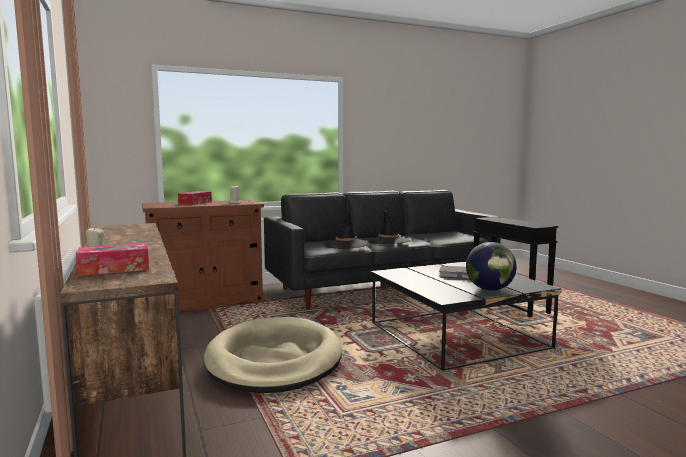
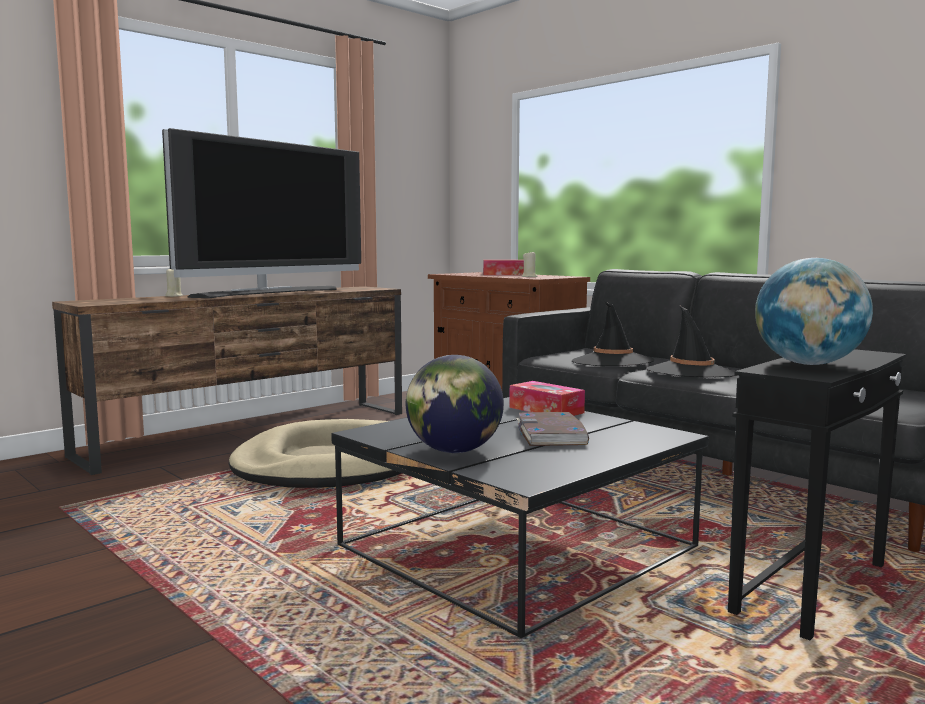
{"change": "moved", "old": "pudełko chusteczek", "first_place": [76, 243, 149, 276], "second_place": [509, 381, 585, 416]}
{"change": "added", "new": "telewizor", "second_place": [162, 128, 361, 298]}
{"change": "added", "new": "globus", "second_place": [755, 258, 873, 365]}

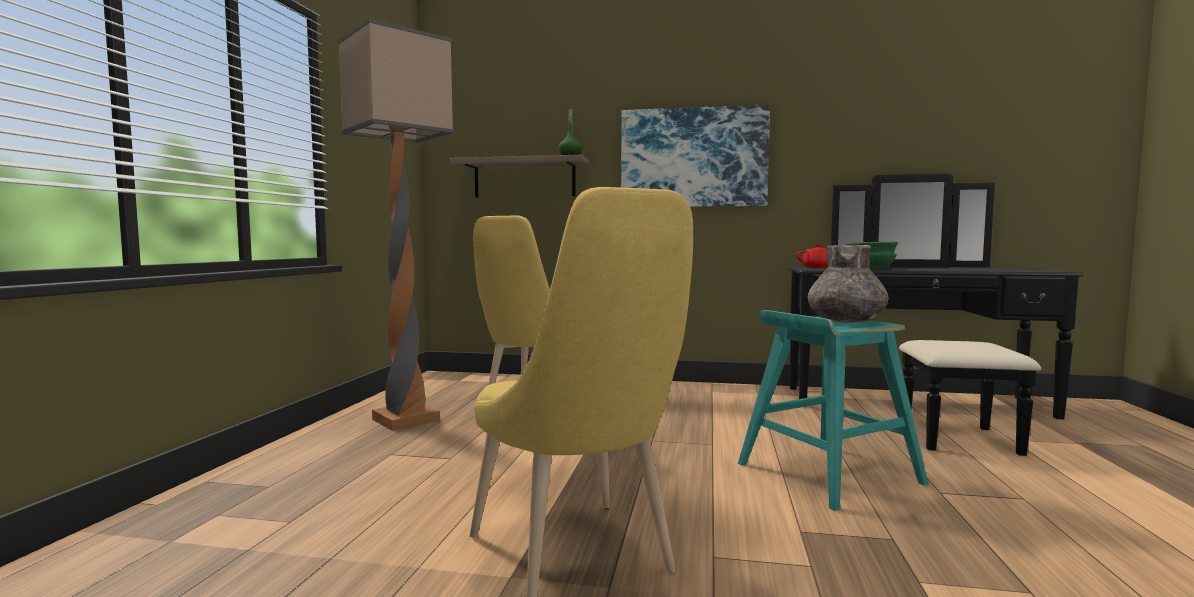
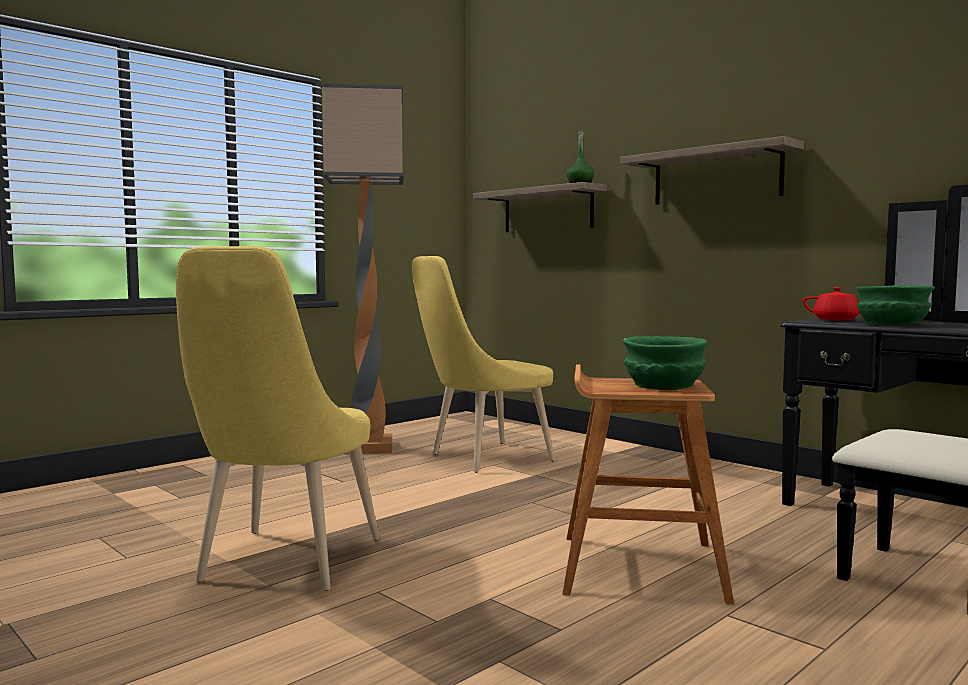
{"change": "replaced", "old": "obraz", "new": "półka", "first_place": [621, 104, 770, 207], "second_place": [620, 136, 804, 205]}
{"change": "replaced", "old": "wazon [szary]", "new": "miska [zielony]", "first_place": [808, 245, 889, 323], "second_place": [623, 336, 707, 390]}
{"change": "recoloured", "old": "stołek [turkusowy]", "new": "stołek [brązowy]", "first_place": [738, 310, 928, 511], "second_place": [562, 364, 734, 605]}

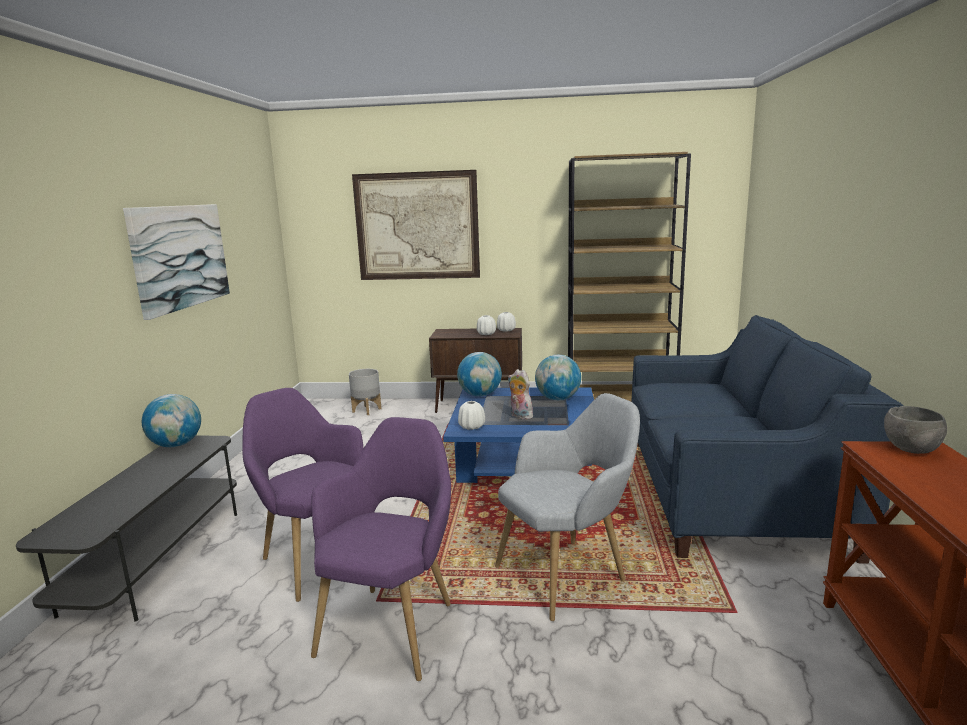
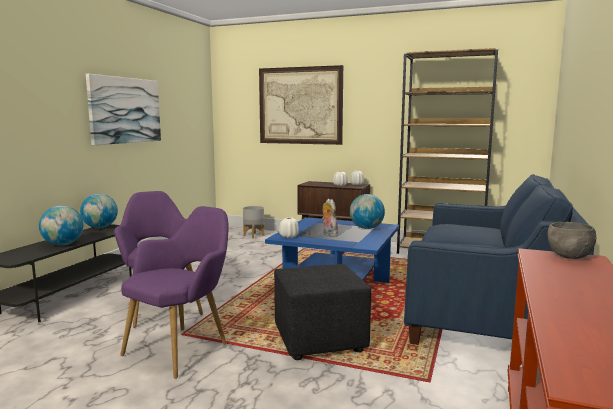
{"change": "moved", "old": "globus", "first_place": [457, 352, 502, 396], "second_place": [39, 206, 84, 246]}
{"change": "replaced", "old": "fotel [szary]", "new": "pufa [czarny]", "first_place": [495, 393, 640, 621], "second_place": [274, 264, 371, 360]}

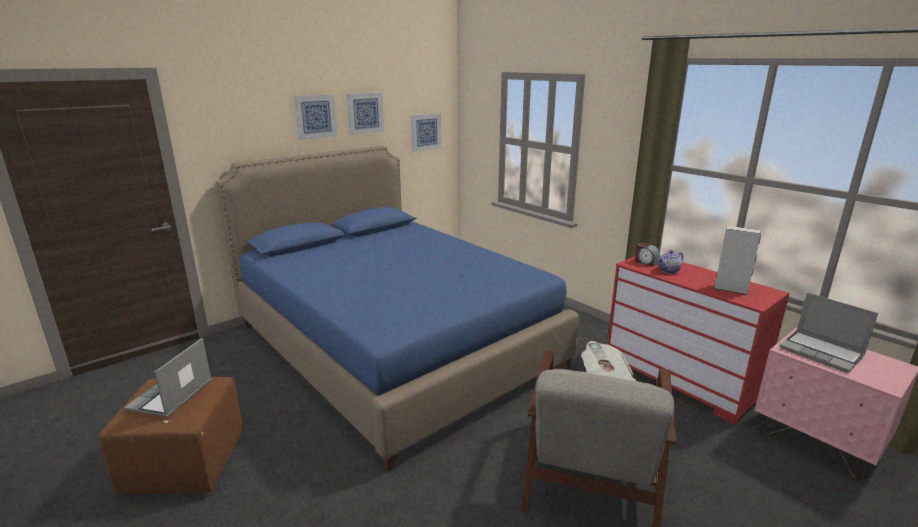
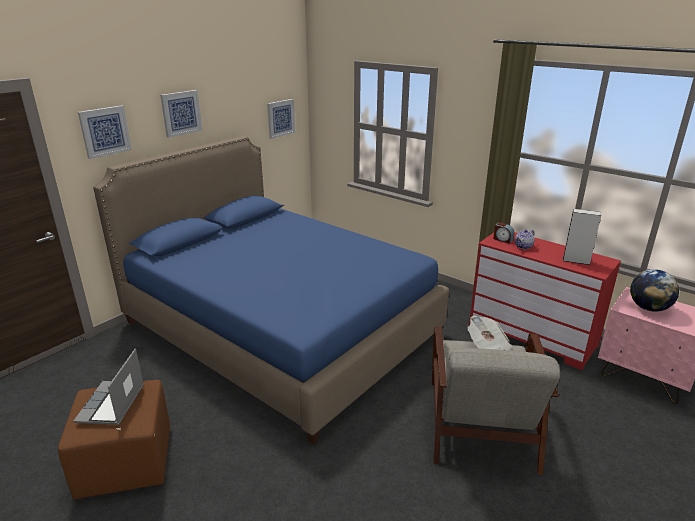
{"change": "moved", "old": "obraz", "first_place": [347, 92, 384, 135], "second_place": [78, 105, 132, 159]}
{"change": "replaced", "old": "laptop", "new": "globus", "first_place": [780, 293, 878, 373], "second_place": [630, 269, 679, 312]}

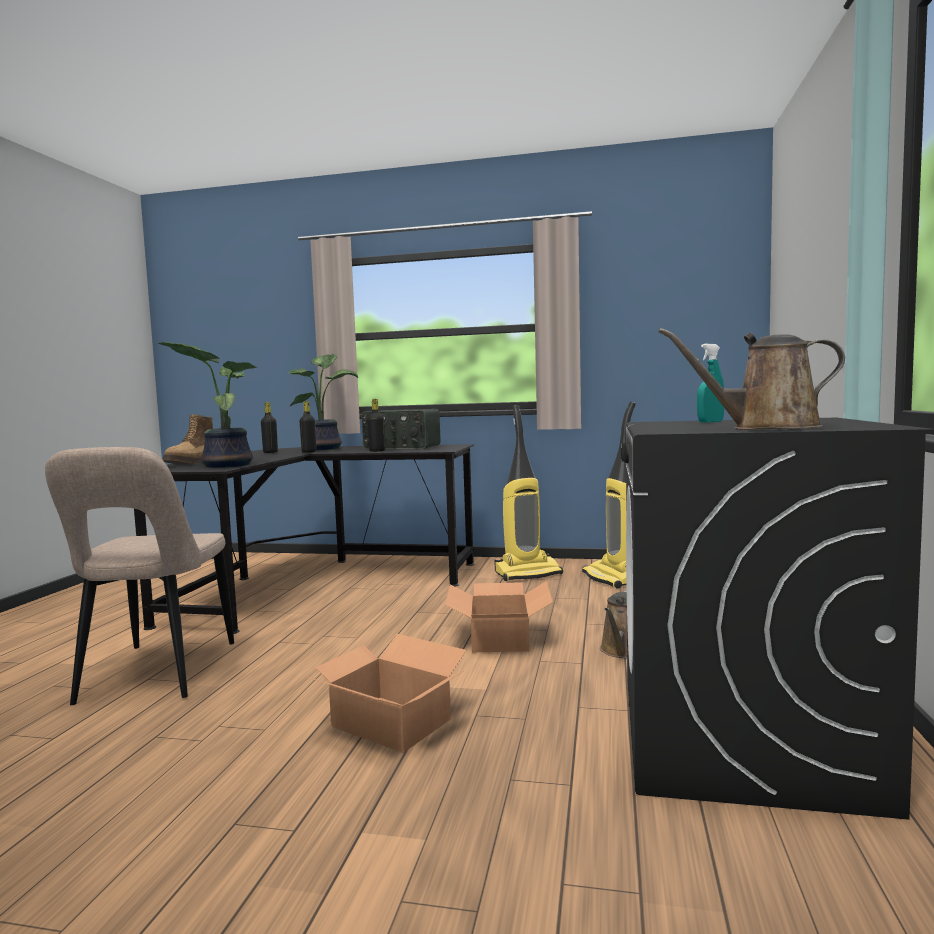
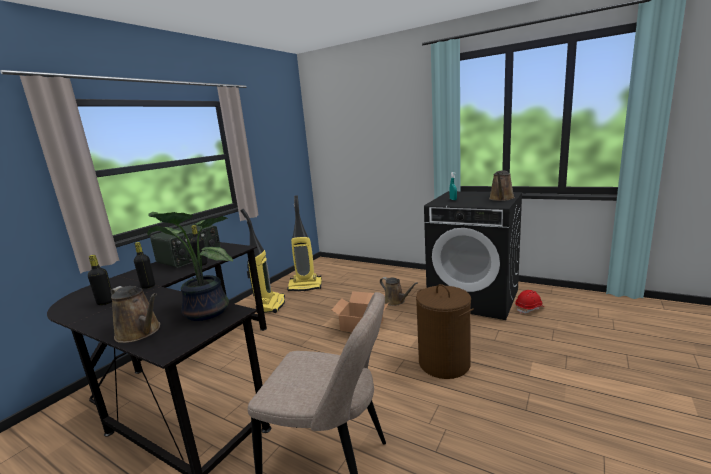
{"change": "removed", "old": "roślina doniczkowa", "first_place": [288, 354, 358, 450]}
{"change": "replaced", "old": "but z cholewką", "new": "konewka [brązowy]", "first_place": [163, 414, 213, 464], "second_place": [111, 286, 160, 343]}
{"change": "replaced", "old": "karton", "new": "kosz na pranie [brązowy]", "first_place": [304, 634, 466, 753], "second_place": [416, 284, 474, 379]}
{"change": "added", "new": "kask [czerwony]", "second_place": [515, 290, 544, 314]}

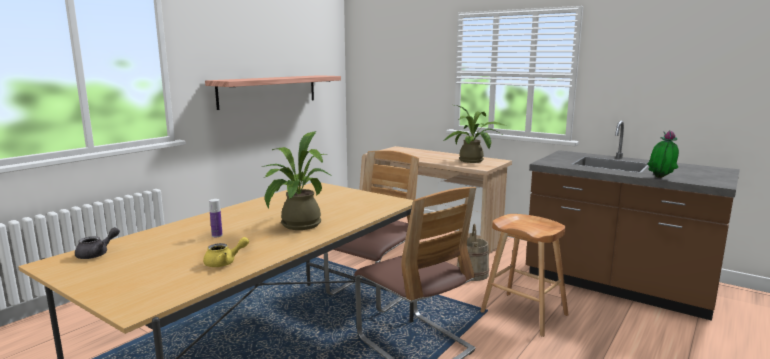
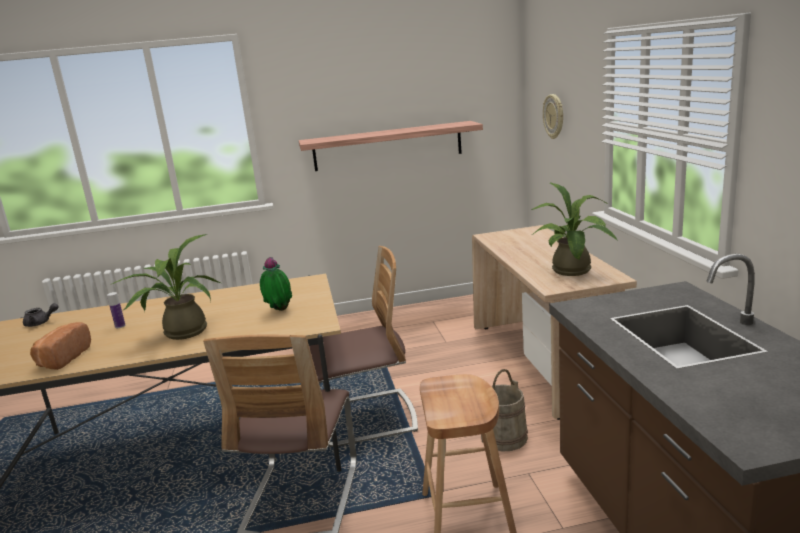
{"change": "moved", "old": "roślina doniczkowa", "first_place": [647, 130, 679, 178], "second_place": [260, 257, 292, 311]}
{"change": "replaced", "old": "imbryk [żółty]", "new": "chleb", "first_place": [203, 237, 249, 267], "second_place": [30, 322, 91, 370]}
{"change": "added", "new": "zegar ścienny", "second_place": [543, 94, 563, 139]}

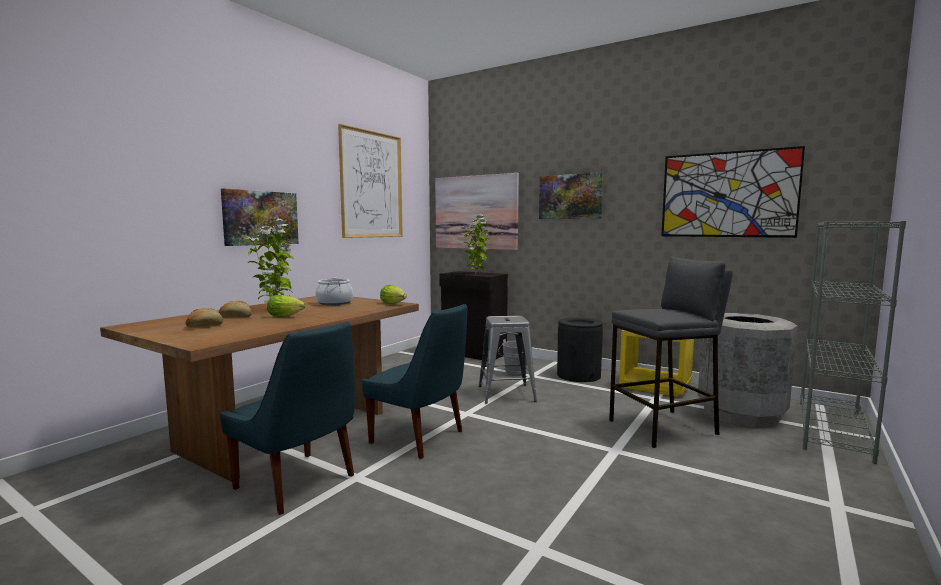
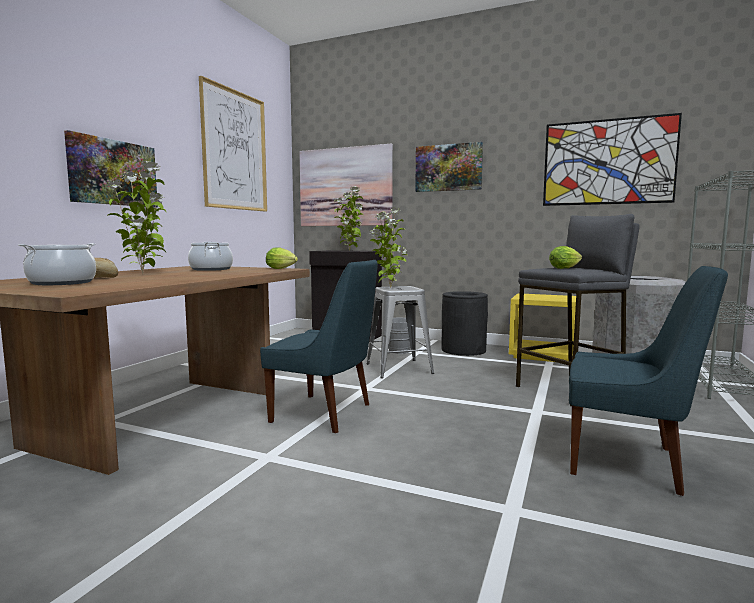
{"change": "moved", "old": "sałata", "first_place": [267, 295, 305, 317], "second_place": [549, 246, 582, 269]}
{"change": "replaced", "old": "chleb", "new": "garnek", "first_place": [186, 308, 223, 327], "second_place": [19, 243, 96, 285]}
{"change": "moved", "old": "krzesło [niebieski]", "first_place": [220, 322, 355, 515], "second_place": [569, 266, 728, 496]}
{"change": "added", "new": "roślina doniczkowa", "second_place": [370, 207, 408, 288]}

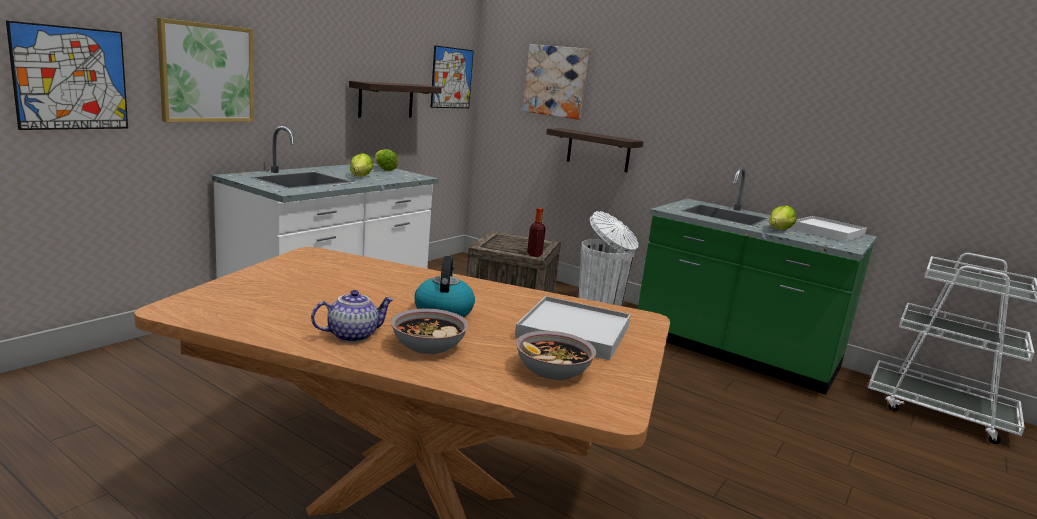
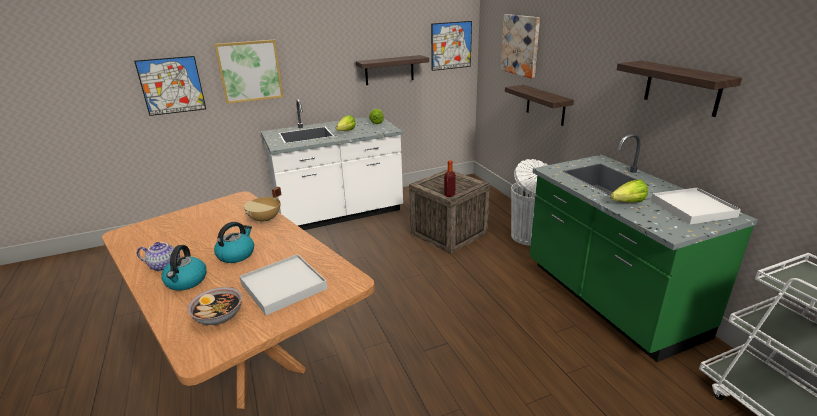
{"change": "replaced", "old": "miska", "new": "czajnik", "first_place": [391, 308, 469, 354], "second_place": [161, 245, 207, 291]}
{"change": "added", "new": "półka", "second_place": [617, 61, 742, 117]}
{"change": "added", "new": "garnek [beżowy]", "second_place": [244, 187, 281, 223]}

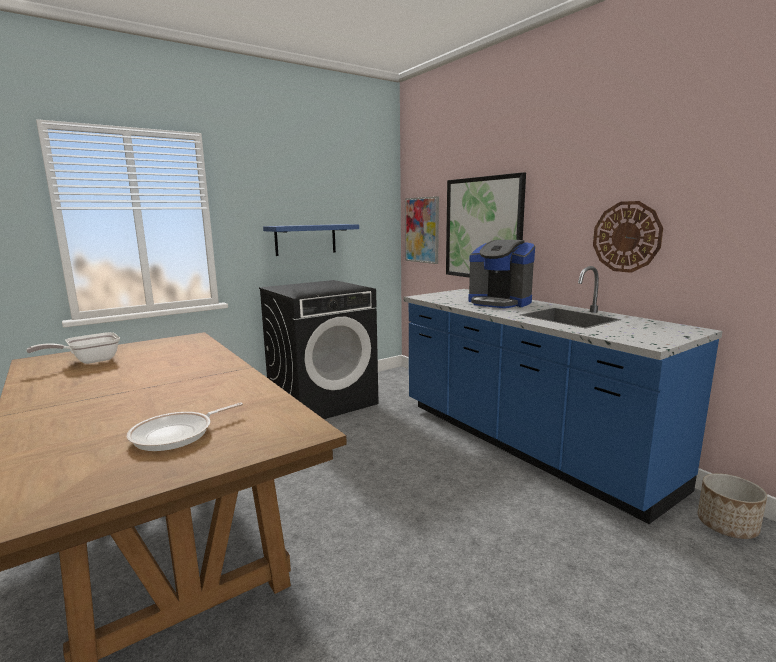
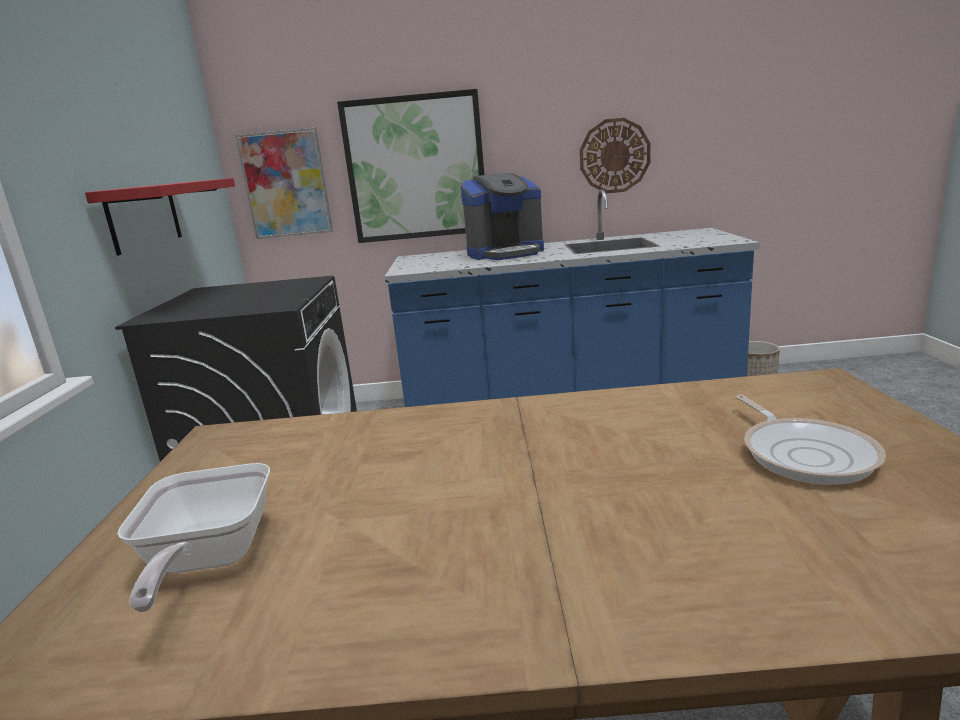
{"change": "recoloured", "old": "półka [niebieski]", "new": "półka [czerwony]", "first_place": [263, 224, 359, 256], "second_place": [85, 178, 235, 256]}

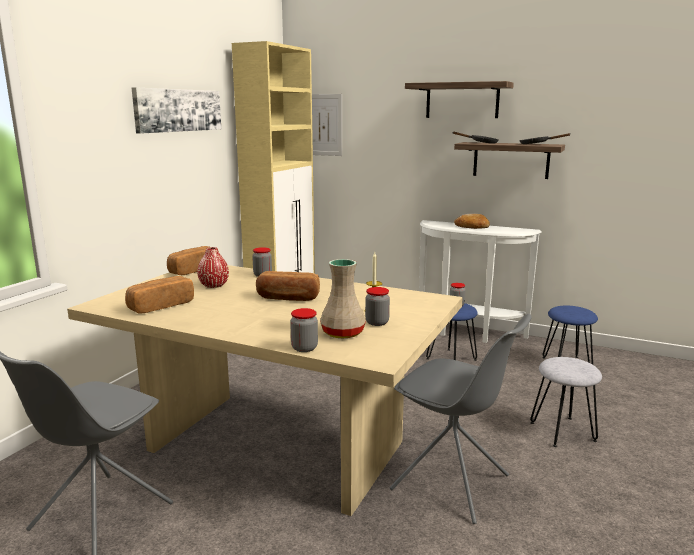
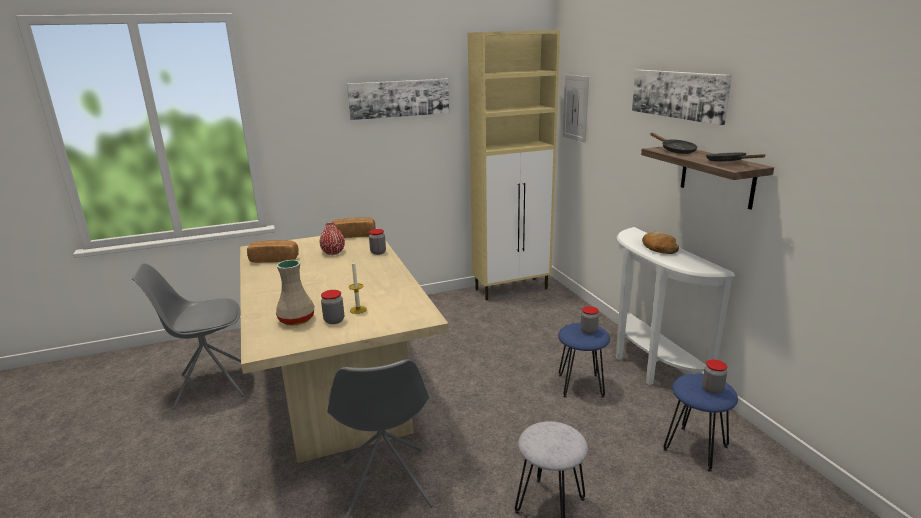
{"change": "replaced", "old": "półka", "new": "obraz", "first_place": [405, 81, 514, 118], "second_place": [632, 70, 732, 125]}
{"change": "removed", "old": "chleb", "first_place": [256, 271, 320, 301]}
{"change": "moved", "old": "słoik", "first_place": [290, 308, 318, 352], "second_place": [702, 360, 727, 394]}

